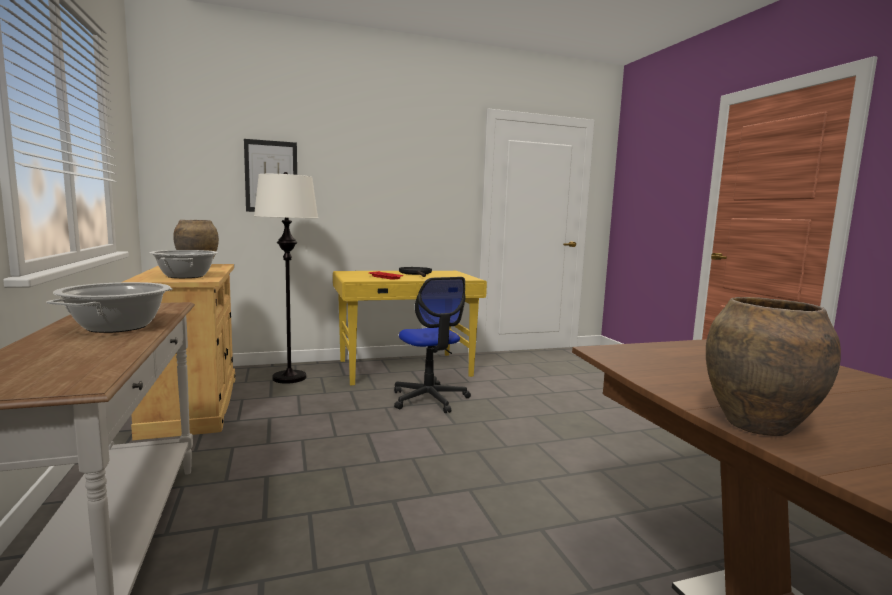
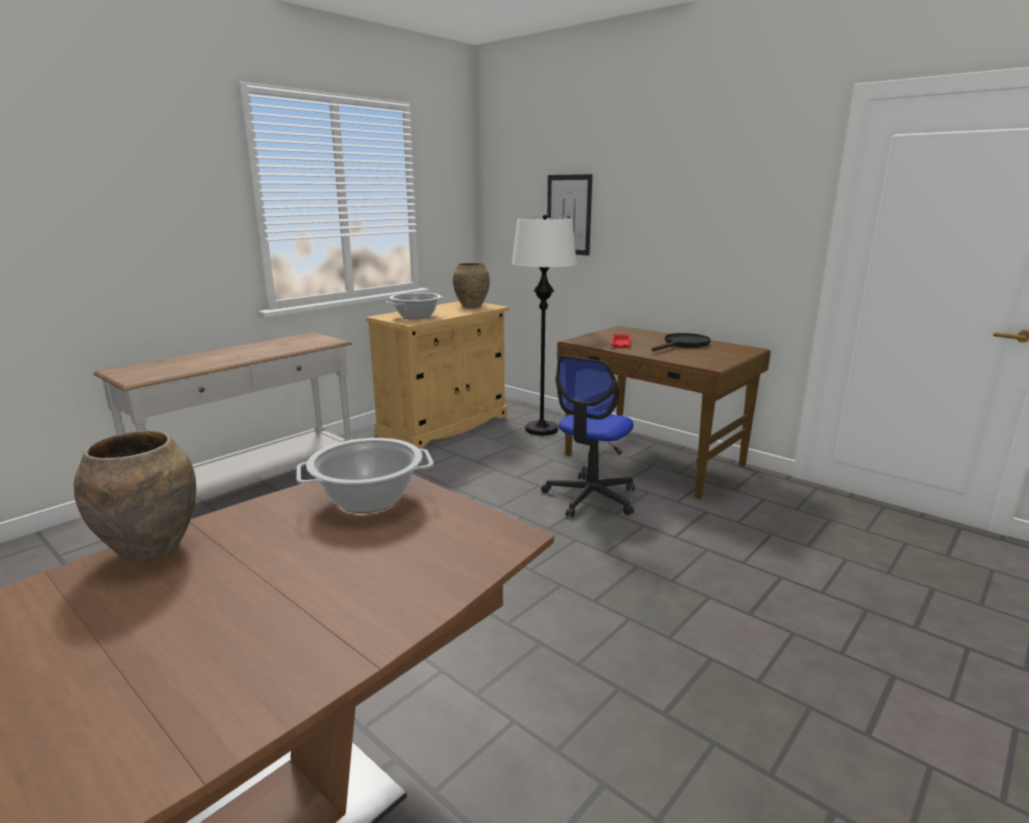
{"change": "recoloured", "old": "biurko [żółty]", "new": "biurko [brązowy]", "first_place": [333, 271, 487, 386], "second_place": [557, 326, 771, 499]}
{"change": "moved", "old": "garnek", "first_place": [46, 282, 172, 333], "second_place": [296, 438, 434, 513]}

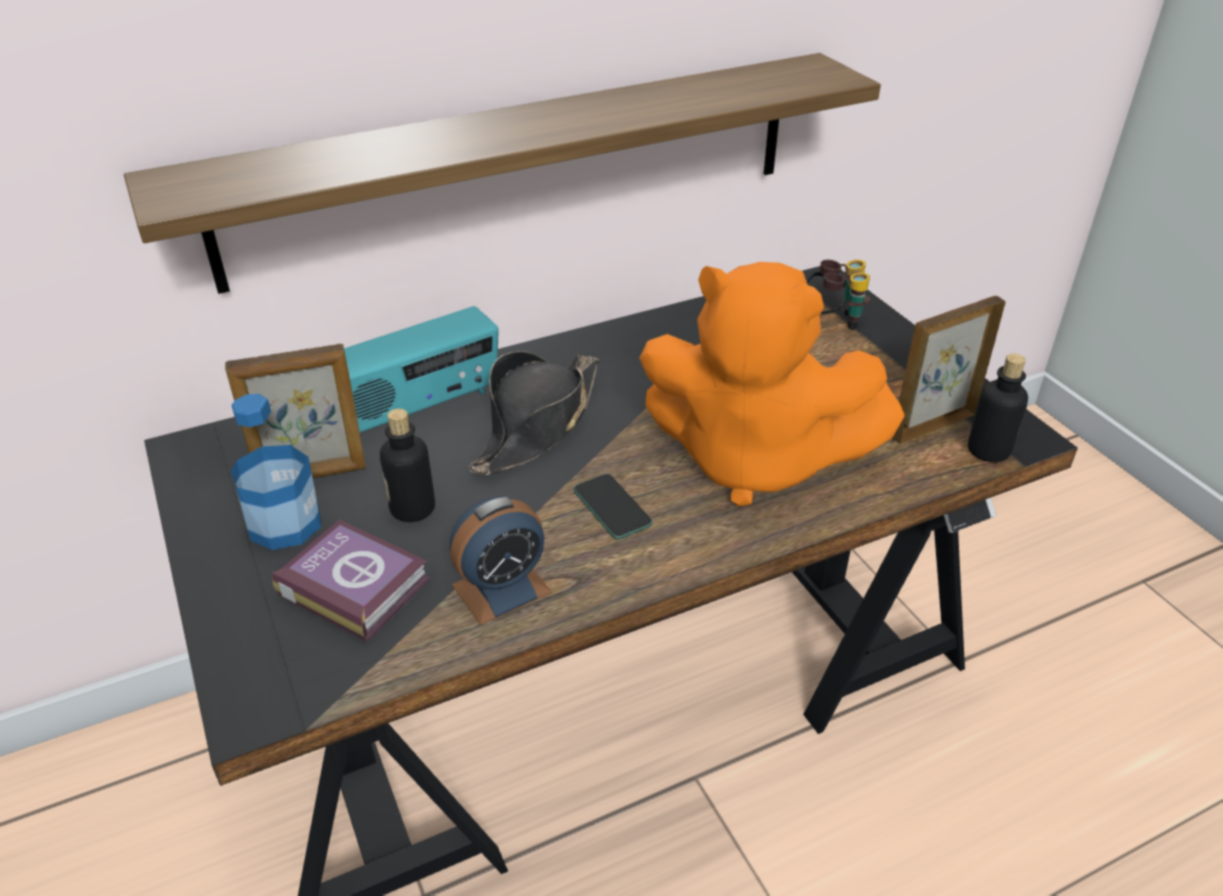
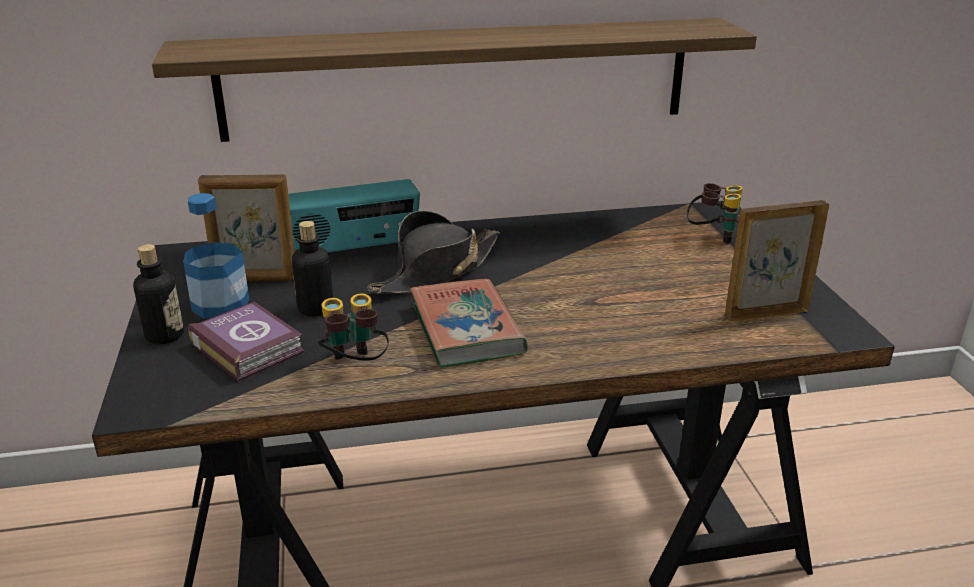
{"change": "removed", "old": "pluszak [pomarańczowy]", "first_place": [639, 262, 905, 507]}
{"change": "moved", "old": "butelka", "first_place": [968, 354, 1028, 462], "second_place": [133, 244, 184, 344]}
{"change": "replaced", "old": "telefon", "new": "książka", "first_place": [573, 474, 653, 539], "second_place": [410, 279, 528, 367]}
{"change": "replaced", "old": "budzik", "new": "lornetka", "first_place": [450, 497, 552, 625], "second_place": [318, 293, 389, 361]}

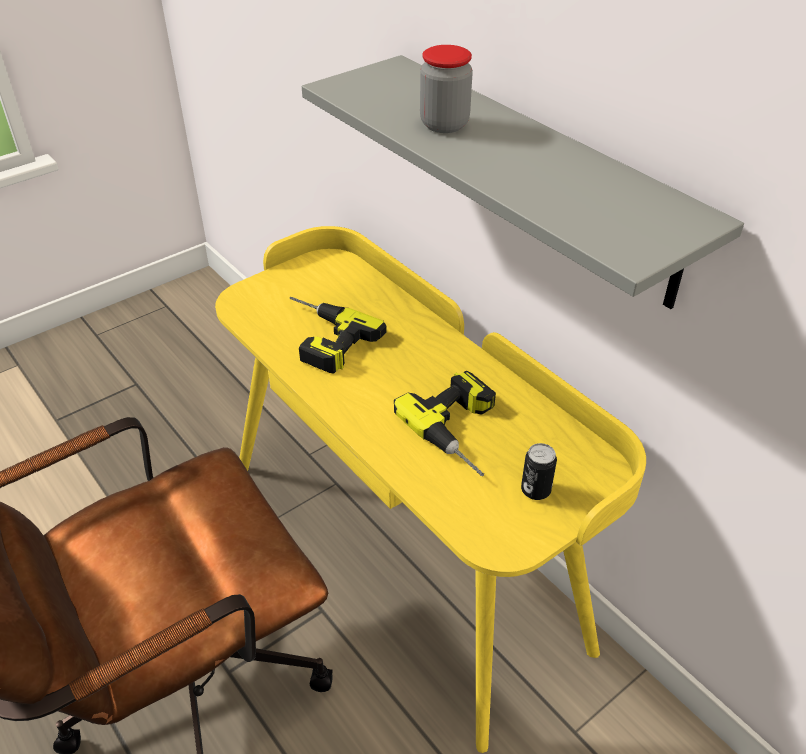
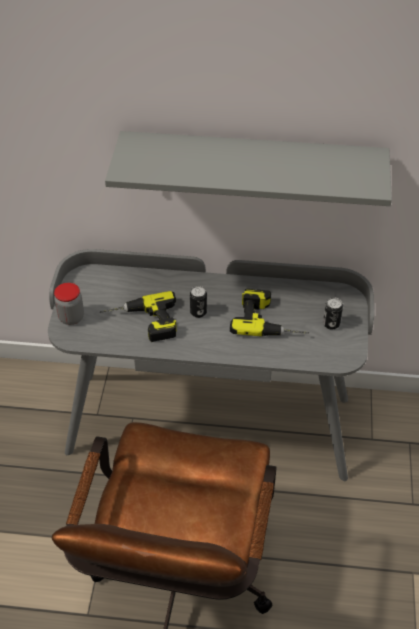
{"change": "moved", "old": "słoik", "first_place": [420, 45, 473, 133], "second_place": [54, 283, 84, 325]}
{"change": "recoloured", "old": "biurko [żółty]", "new": "biurko [szary]", "first_place": [215, 226, 646, 753], "second_place": [48, 249, 374, 481]}
{"change": "added", "new": "puszka", "second_place": [190, 286, 207, 318]}

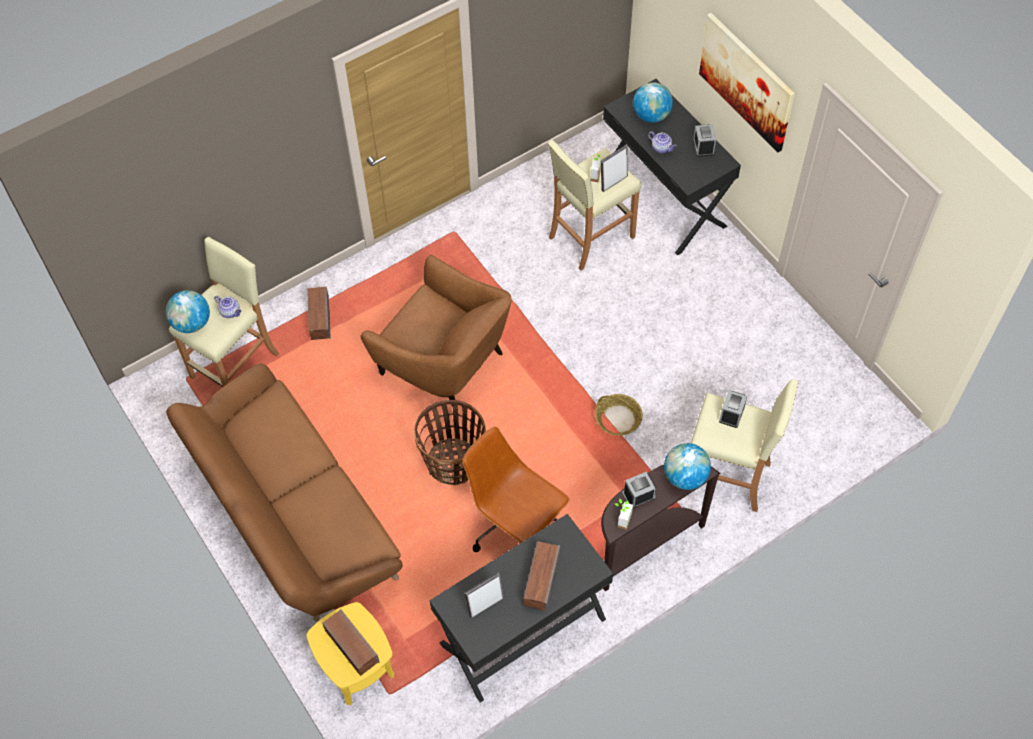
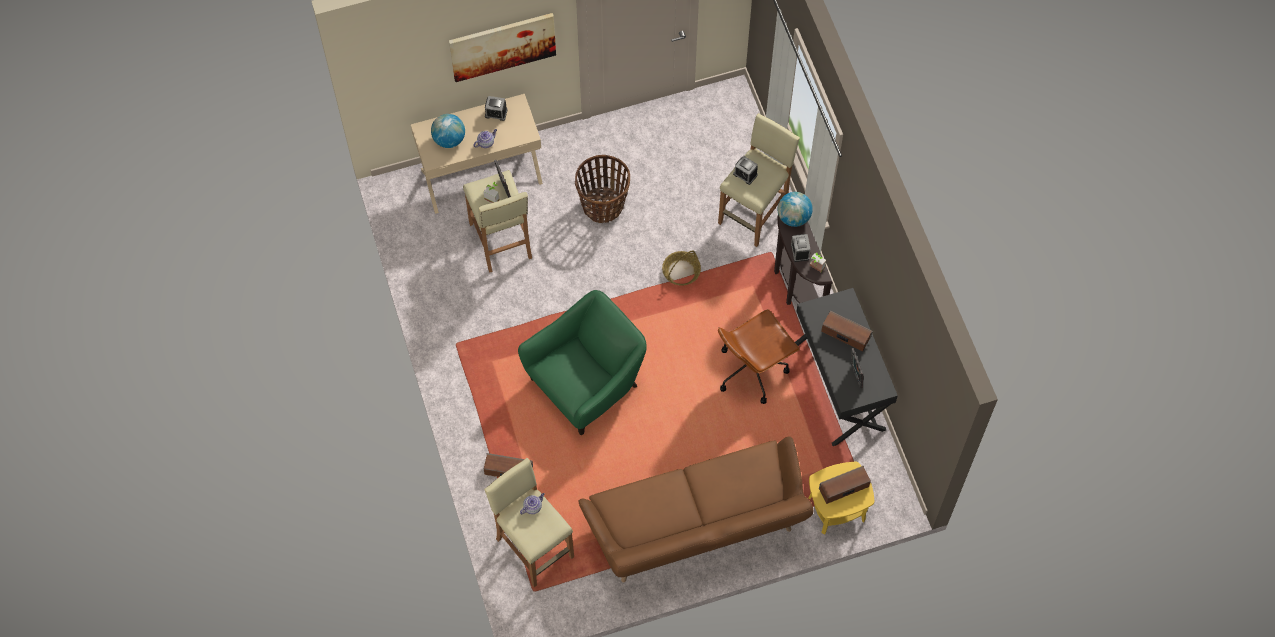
{"change": "recoloured", "old": "biurko [czarny]", "new": "biurko [beżowy]", "first_place": [603, 79, 741, 256], "second_place": [411, 94, 543, 214]}
{"change": "recoloured", "old": "fotel [brązowy]", "new": "fotel [zielony]", "first_place": [361, 255, 512, 407], "second_place": [518, 290, 647, 435]}
{"change": "removed", "old": "globus", "first_place": [166, 290, 210, 333]}
{"change": "moved", "old": "koszyk", "first_place": [414, 400, 486, 485], "second_place": [575, 155, 630, 223]}

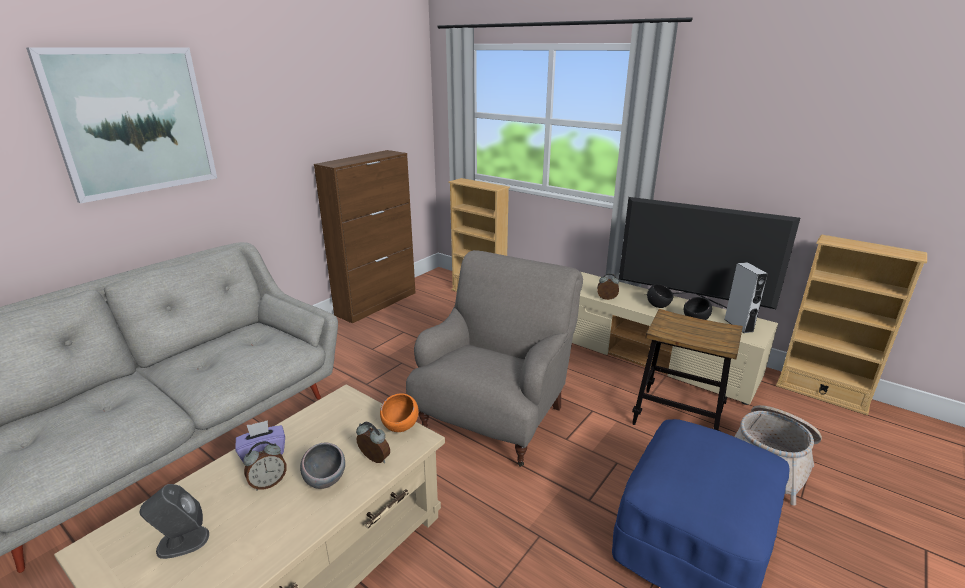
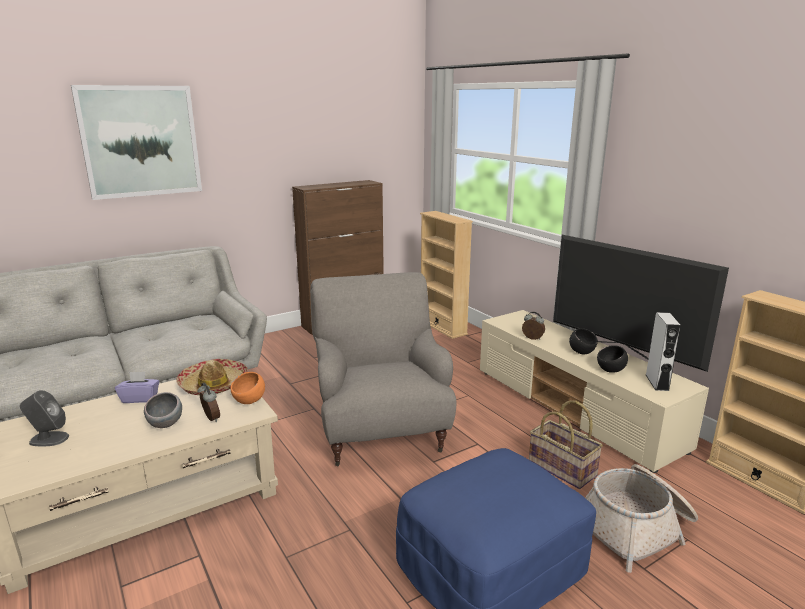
{"change": "turned", "old": "fotel [szary]", "first_place": [406, 250, 583, 467], "second_place": [310, 272, 457, 466], "degrees": -60}
{"change": "replaced", "old": "stołek", "new": "koszyk", "first_place": [632, 309, 743, 431], "second_place": [529, 400, 603, 489]}
{"change": "removed", "old": "budzik", "first_place": [243, 441, 287, 491]}
{"change": "added", "new": "kapelusz", "second_place": [176, 359, 248, 395]}

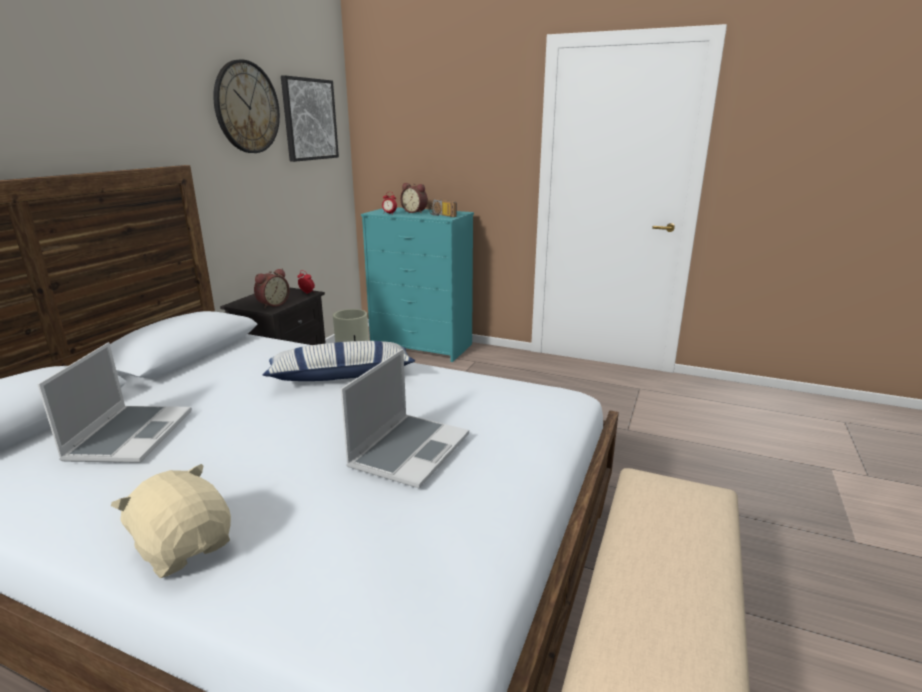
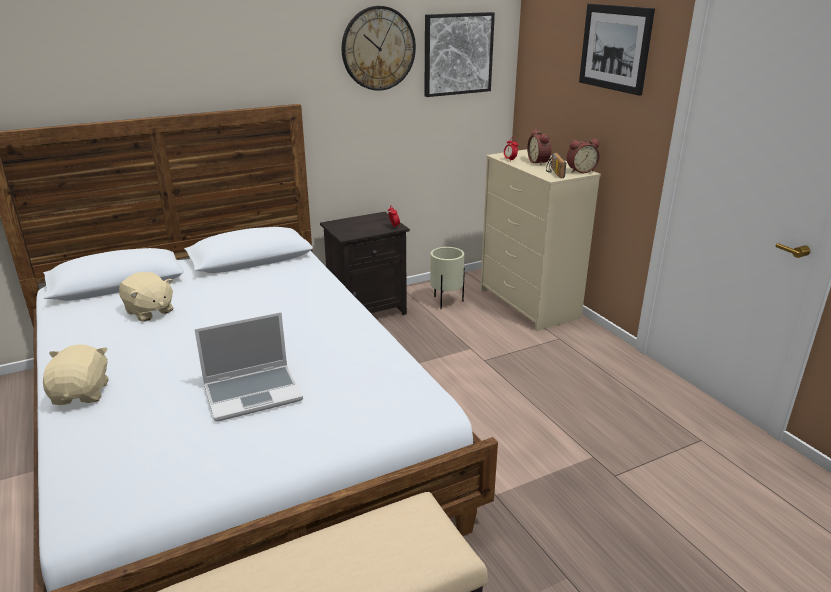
{"change": "recoloured", "old": "komoda [turkusowy]", "new": "komoda [beżowy]", "first_place": [361, 207, 474, 362], "second_place": [480, 149, 601, 331]}
{"change": "moved", "old": "budzik", "first_place": [254, 269, 290, 309], "second_place": [567, 139, 600, 173]}
{"change": "removed", "old": "poduszka", "first_place": [263, 341, 415, 381]}
{"change": "replaced", "old": "laptop", "new": "pluszak [beżowy]", "first_place": [37, 342, 192, 463], "second_place": [119, 272, 174, 322]}
{"change": "added", "new": "obraz", "second_place": [579, 4, 655, 96]}

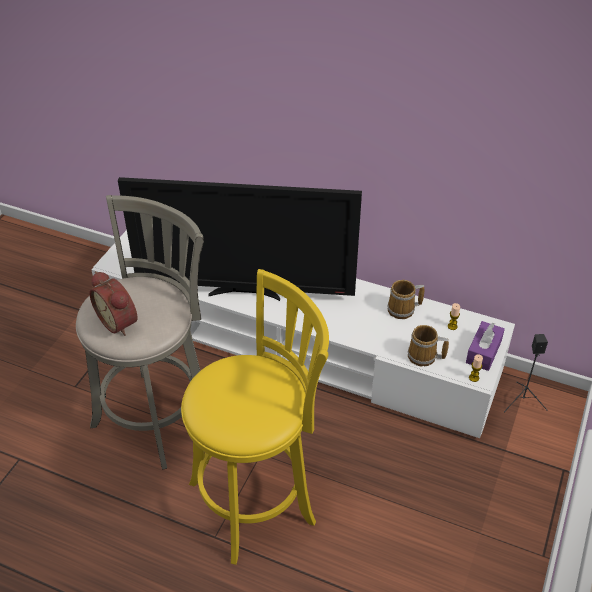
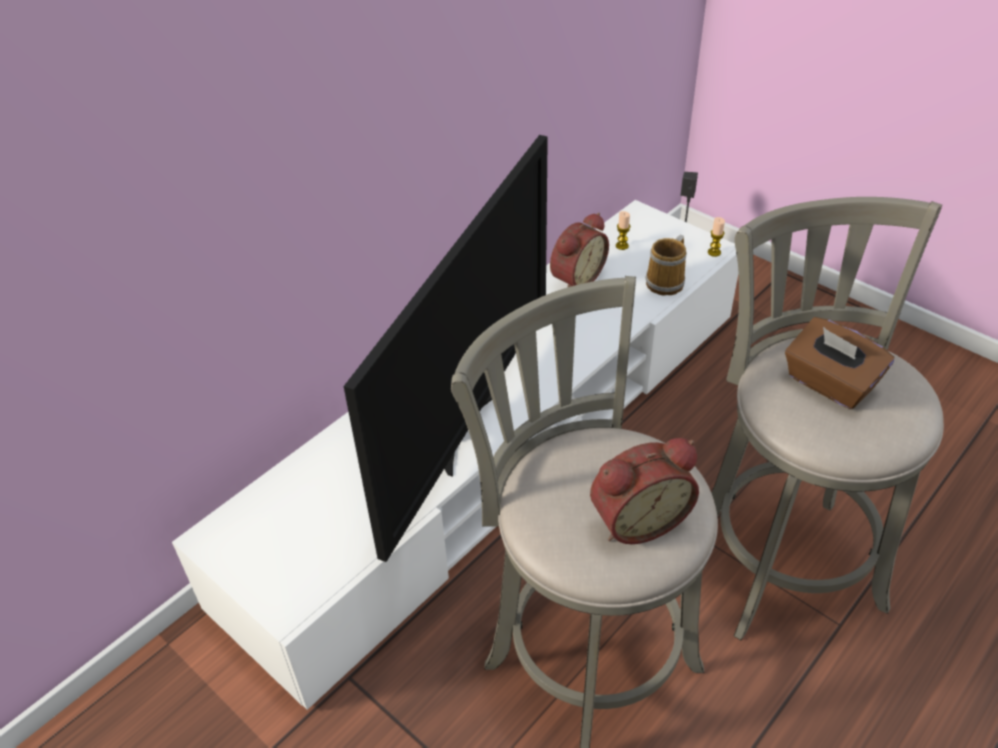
{"change": "recoloured", "old": "stołek [żółty]", "new": "stołek [szary]", "first_place": [181, 269, 329, 565], "second_place": [711, 197, 944, 640]}
{"change": "replaced", "old": "kubek", "new": "budzik", "first_place": [387, 280, 424, 319], "second_place": [550, 212, 609, 287]}
{"change": "removed", "old": "pudełko chusteczek [fioletowy]", "first_place": [466, 321, 505, 371]}
{"change": "added", "new": "pudełko chusteczek [brązowy]", "second_place": [785, 317, 894, 409]}

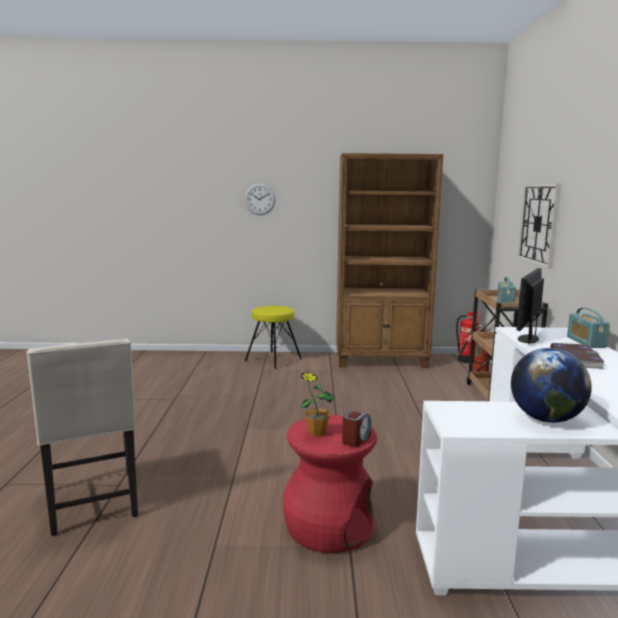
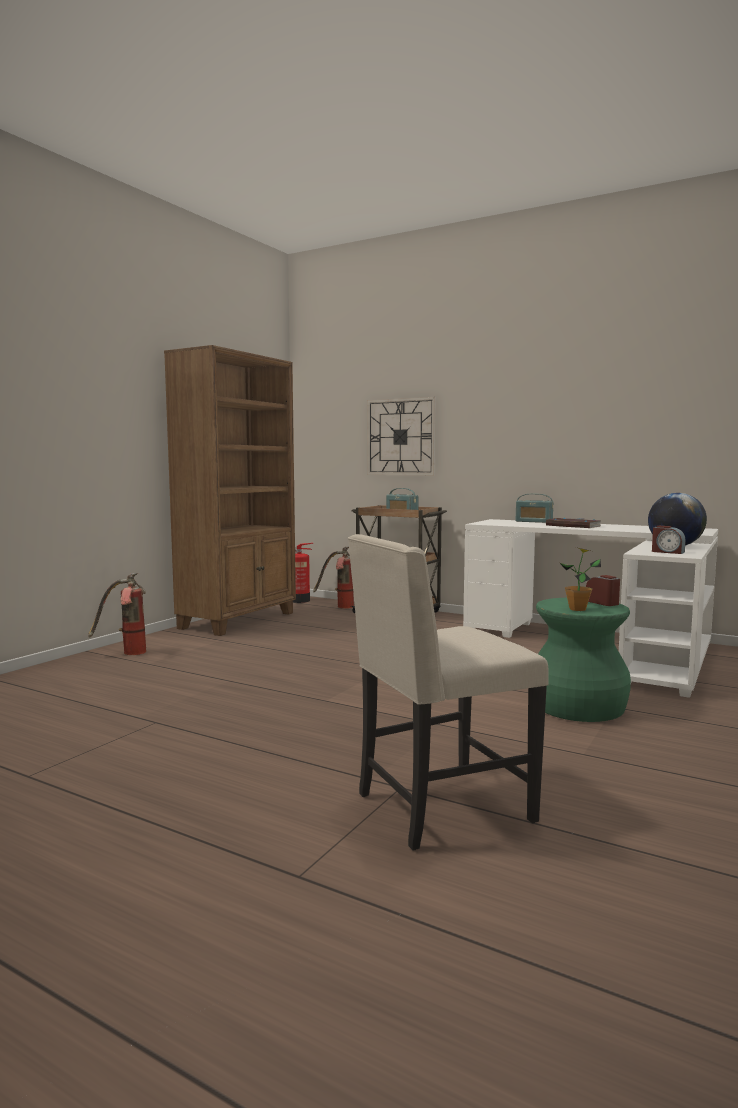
{"change": "removed", "old": "zegar ścienny", "first_place": [244, 184, 276, 215]}
{"change": "removed", "old": "monitor", "first_place": [516, 268, 544, 344]}
{"change": "replaced", "old": "stołek [żółty]", "new": "gaśnica", "first_place": [245, 306, 302, 369], "second_place": [88, 573, 146, 655]}
{"change": "turned", "old": "krzesło [beżowy]", "first_place": [27, 339, 138, 536], "second_place": [348, 534, 549, 850], "degrees": 150}
{"change": "recoloured", "old": "stołek [czerwony]", "new": "stołek [zielony]", "first_place": [283, 415, 377, 553], "second_place": [536, 598, 631, 722]}
{"change": "added", "new": "budzik", "second_place": [652, 526, 686, 554]}

